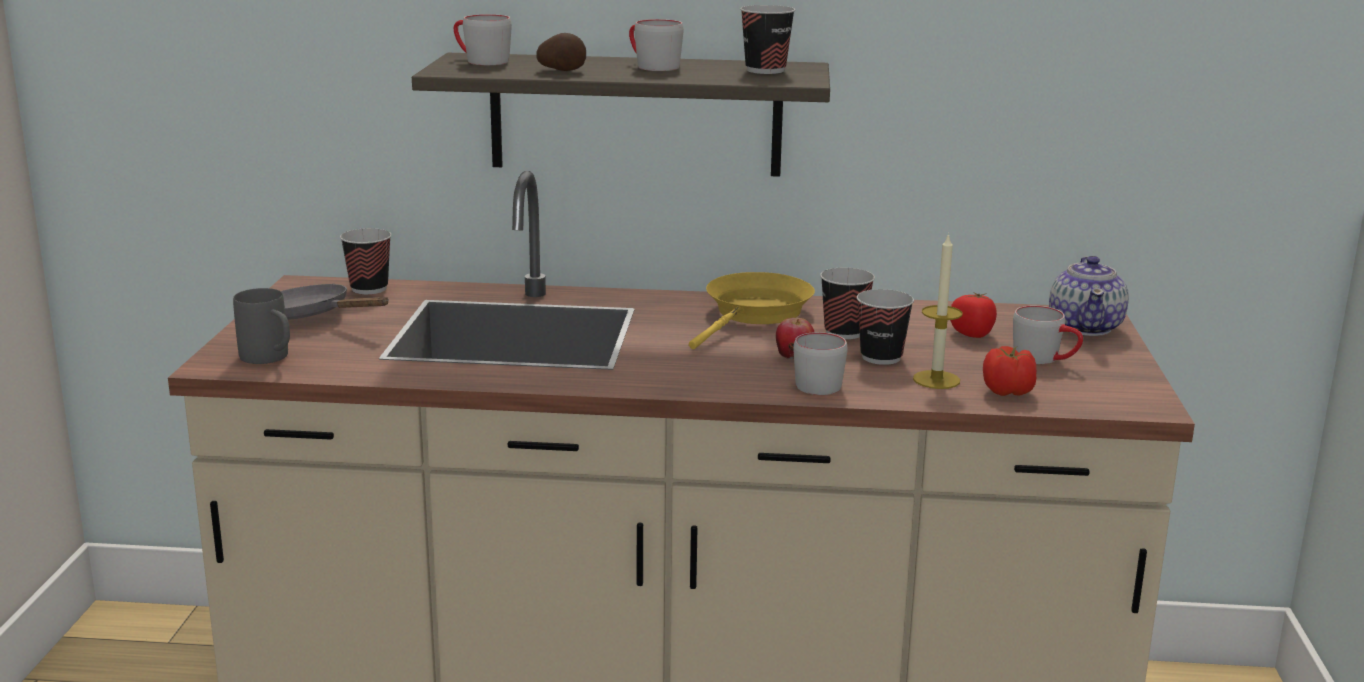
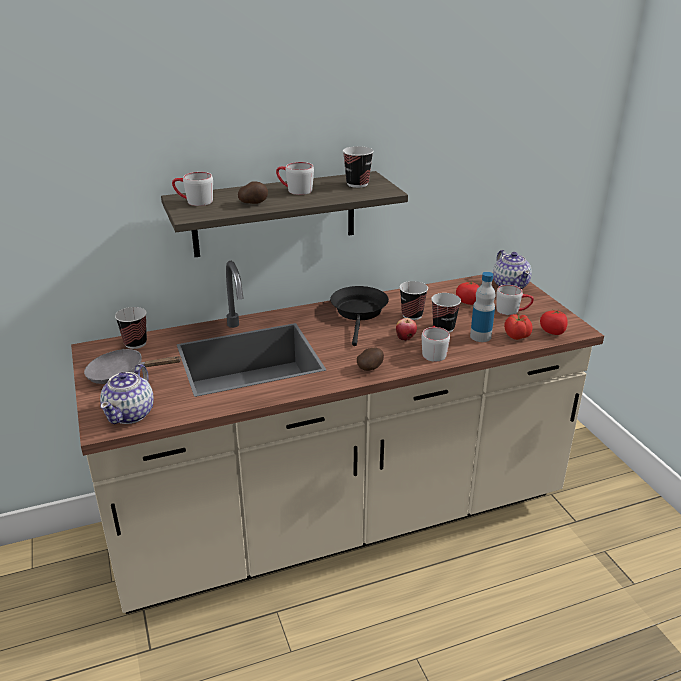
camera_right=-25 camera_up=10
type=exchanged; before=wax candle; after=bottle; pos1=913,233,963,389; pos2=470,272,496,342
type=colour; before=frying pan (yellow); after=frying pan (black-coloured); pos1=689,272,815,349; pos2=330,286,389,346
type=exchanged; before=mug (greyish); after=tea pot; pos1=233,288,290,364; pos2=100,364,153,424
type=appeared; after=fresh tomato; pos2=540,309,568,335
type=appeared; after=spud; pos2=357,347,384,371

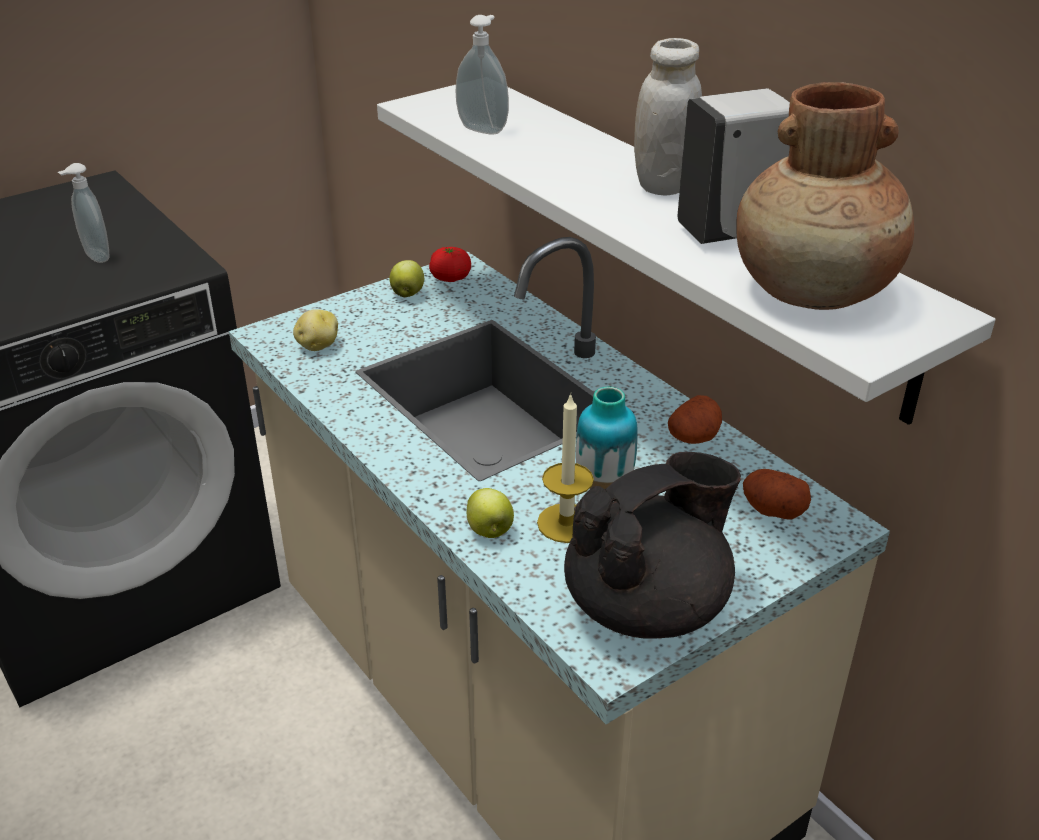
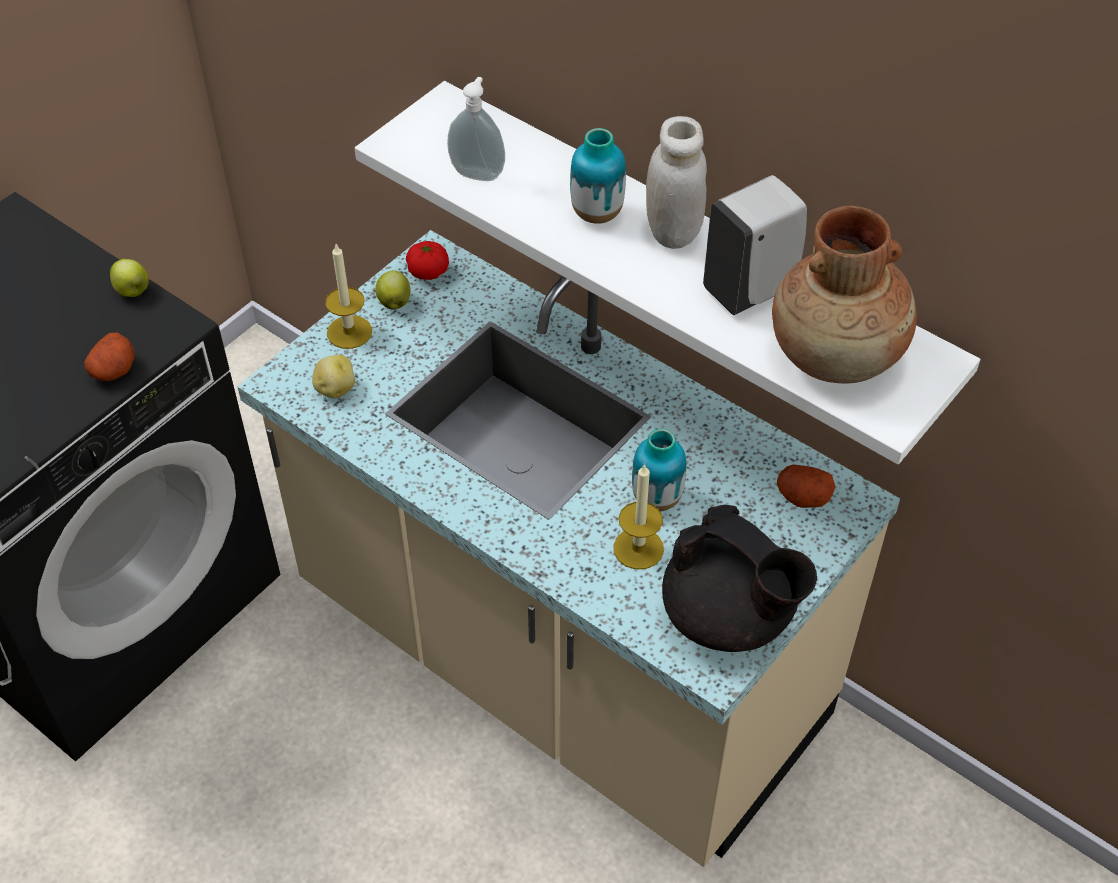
camera_right=-15 camera_up=15
type=missing; before=soap dispenser; pos1=58,163,110,263
type=relocated; before=spud; pos1=668,395,722,444; pos2=84,333,135,381
type=spun; before=tea pot (black-coloured); pos1=564,452,741,639; pos2=662,505,817,652; turn=90
type=relocated; before=apple fruit; pos1=467,488,514,538; pos2=110,259,149,297
type=appeared; after=decorative vase; pos2=570,128,626,224
type=appeared; after=wax candle; pos2=325,244,372,349

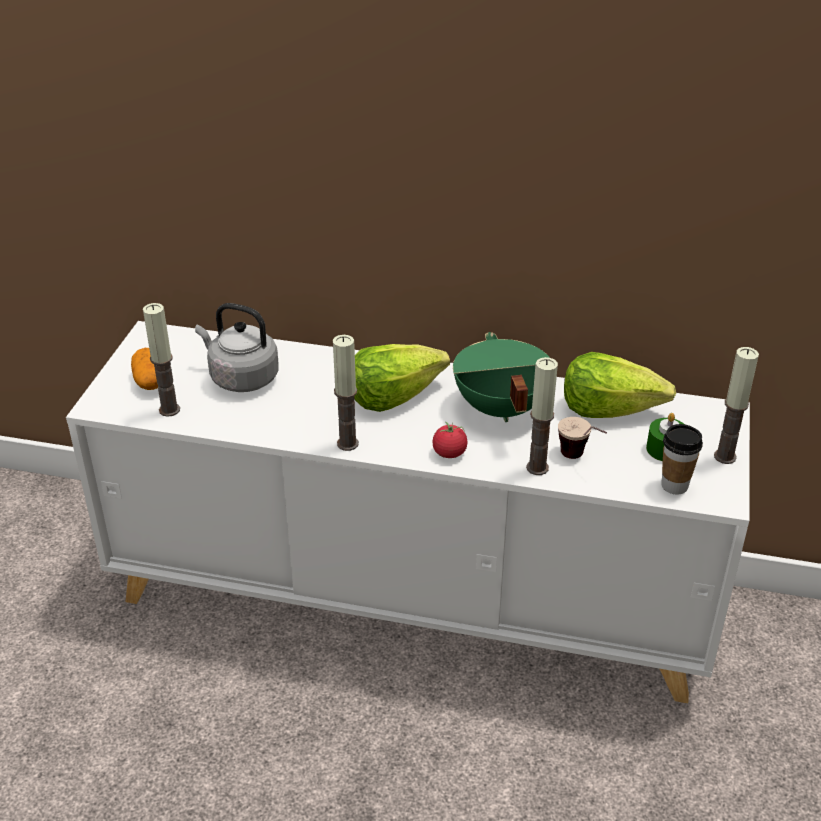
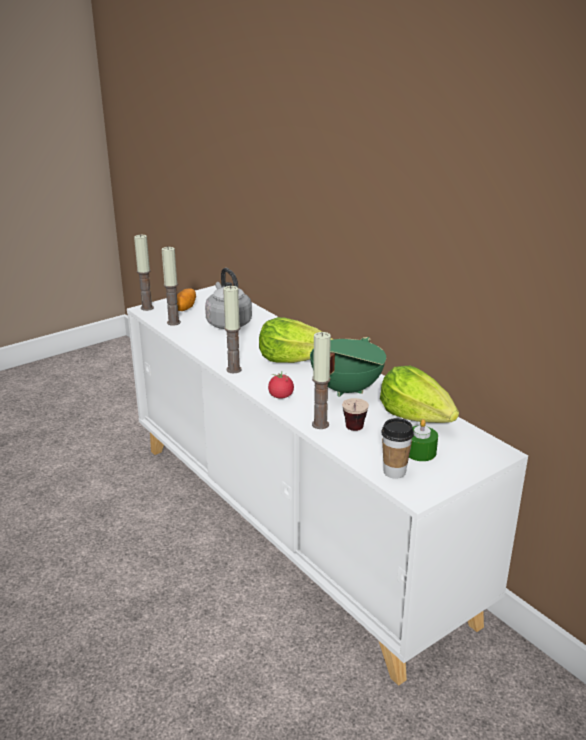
camera_right=40 camera_up=-10
type=relocated; before=wax candle; pos1=714,347,759,464; pos2=134,235,154,311

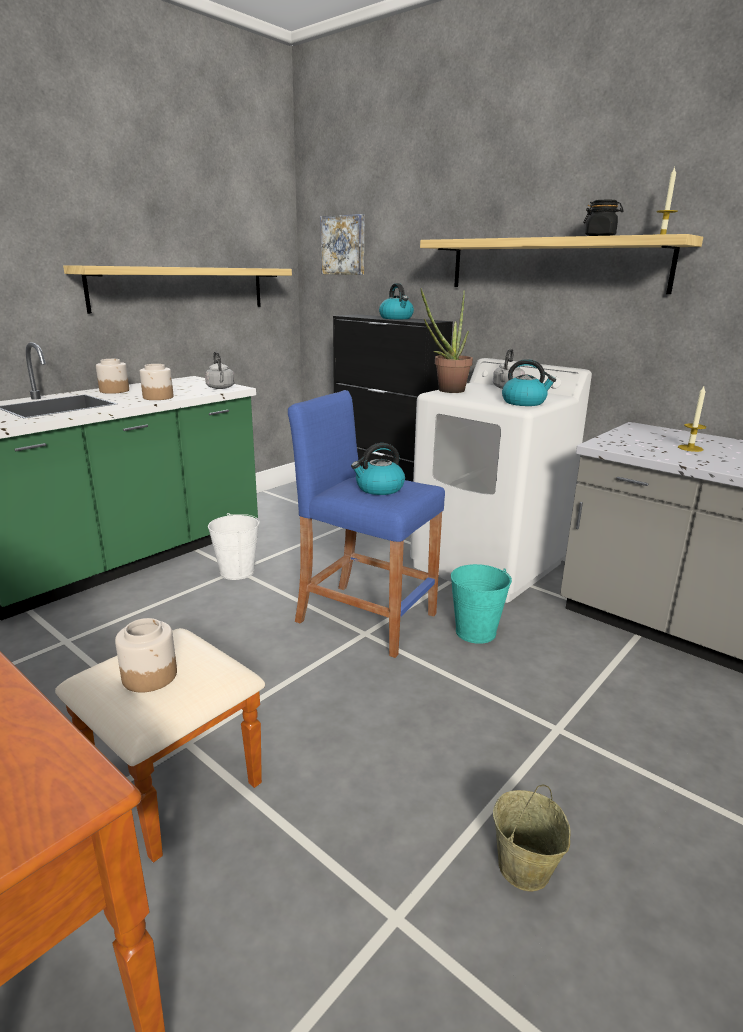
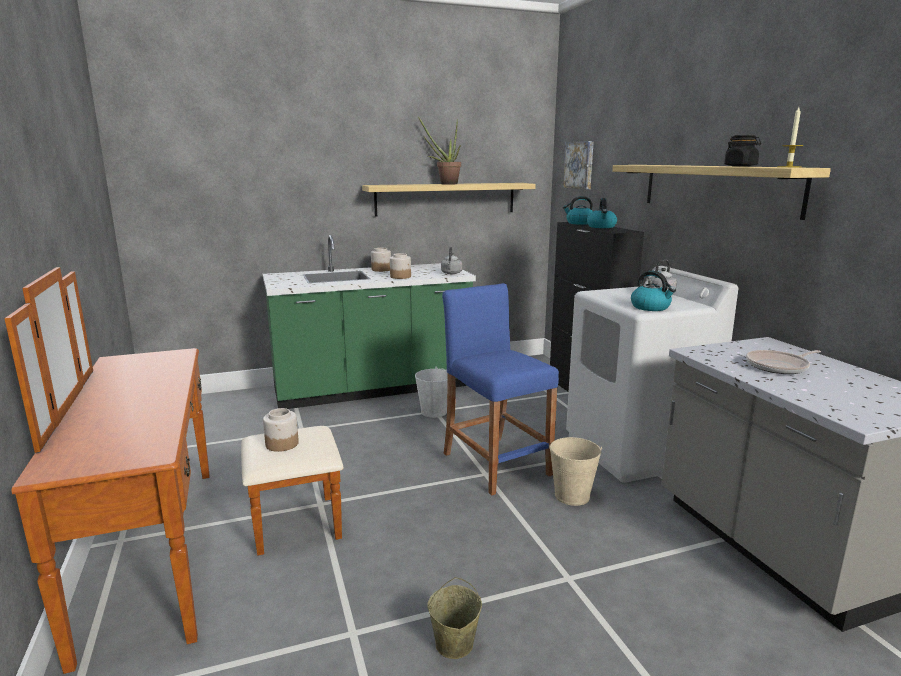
camera_right=30 camera_up=-5
type=relocated; before=potted plant; pos1=421,288,473,393; pos2=418,116,461,185
type=exchanged; before=wax candle; after=frying pan; pos1=678,386,706,452; pos2=746,350,821,374
type=relocated; before=tea kettle; pos1=351,443,405,495; pos2=563,196,593,225
type=colour; before=pail (blue-green); after=pail (beige); pos1=451,564,512,644; pos2=549,437,602,506

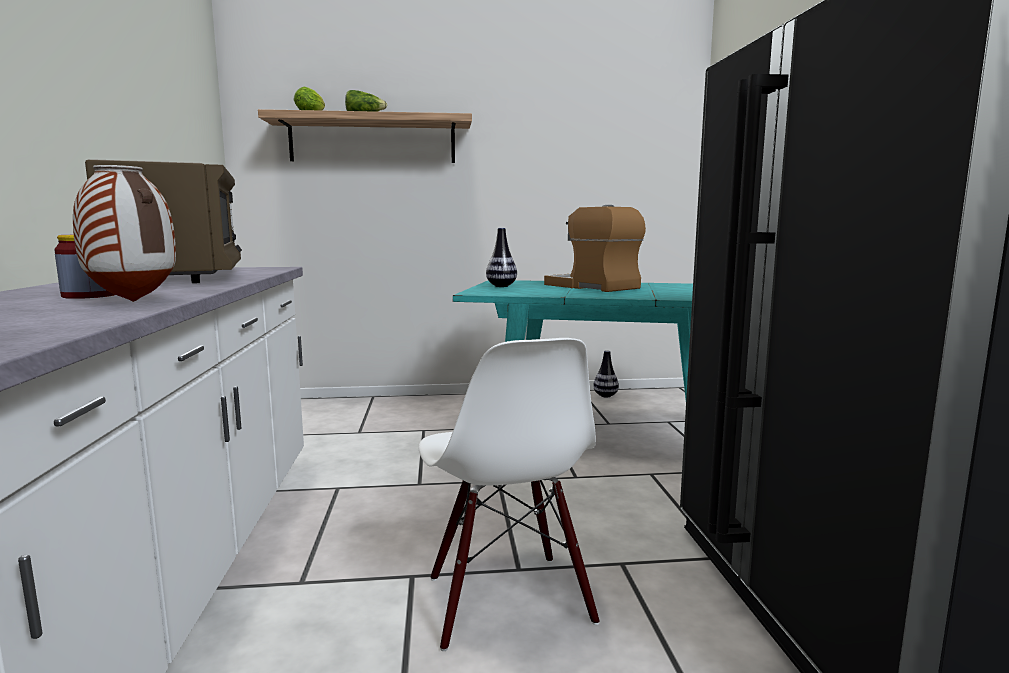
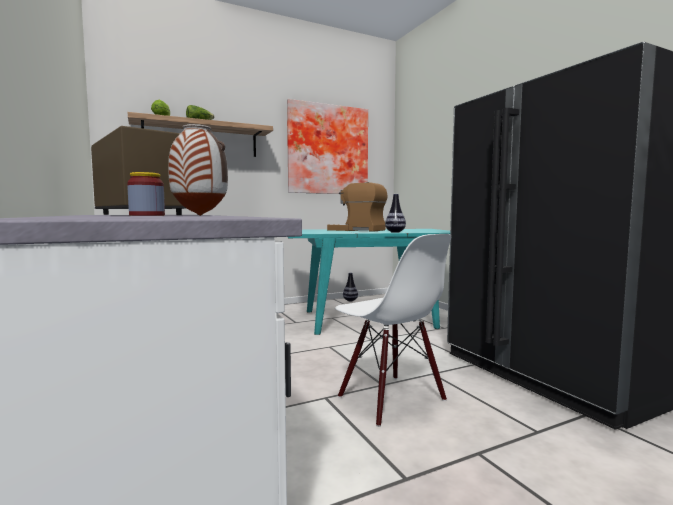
camera_right=-20 camera_up=-5
type=relocated; before=decorative vase; pos1=486,228,517,287; pos2=385,194,406,233
type=appeared; after=wall art; pos2=287,99,368,194

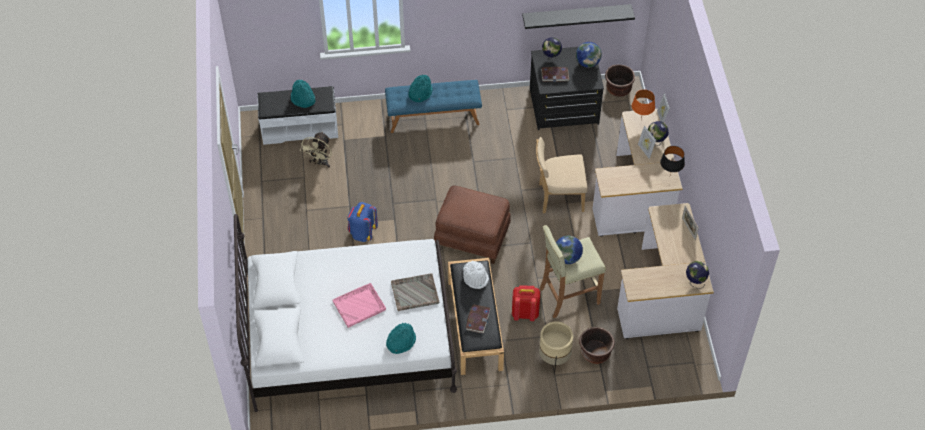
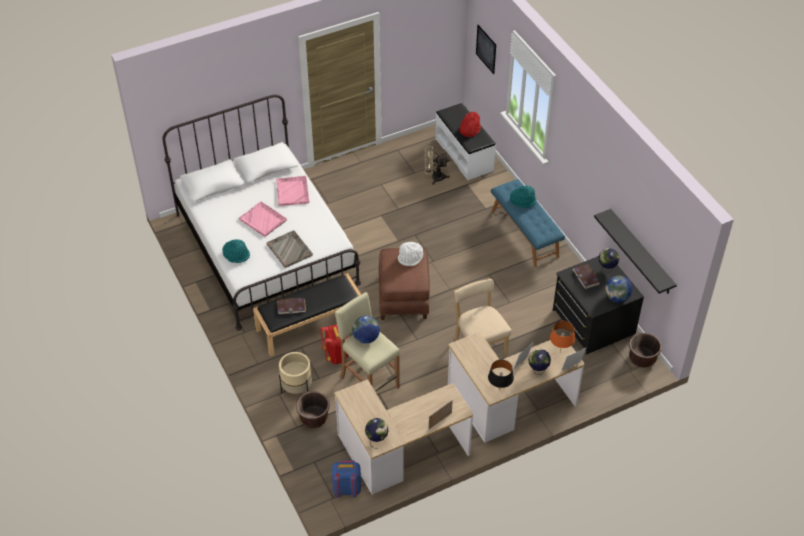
camera_right=70 camera_up=-5
type=colour; before=clothing hat (blue-green); after=clothing hat (reddish); pos1=291,80,315,108; pos2=460,112,481,137
type=relocated; before=knapsack (blue-coloured); pos1=347,202,378,242; pos2=332,460,361,497
type=relocated; before=clothing hat (whitish); pos1=463,261,489,289; pos2=398,242,423,266
type=appeared; after=wall art; pos2=476,25,496,74
type=appeared; after=carrying tray (pink-coloured); pos2=276,176,309,206

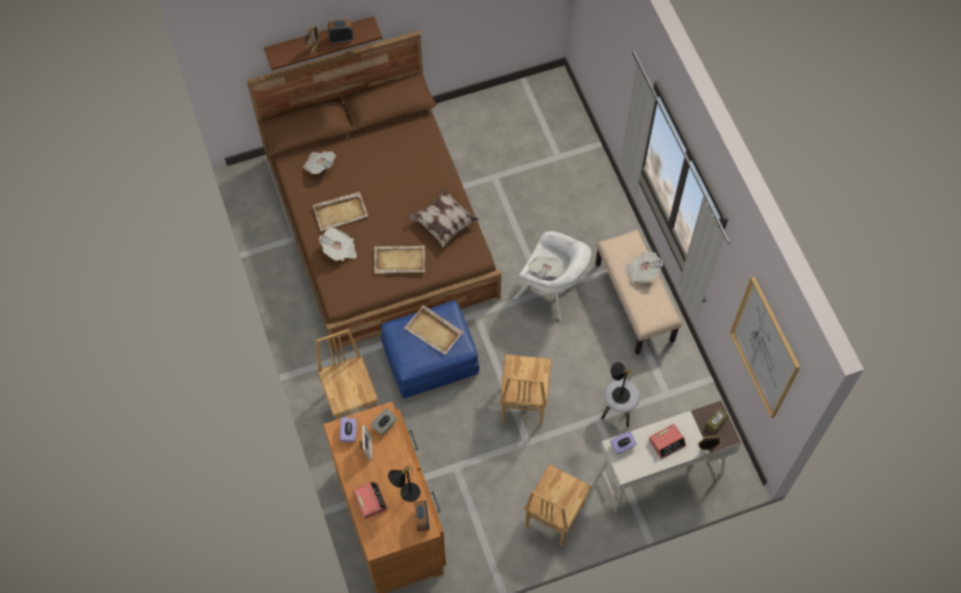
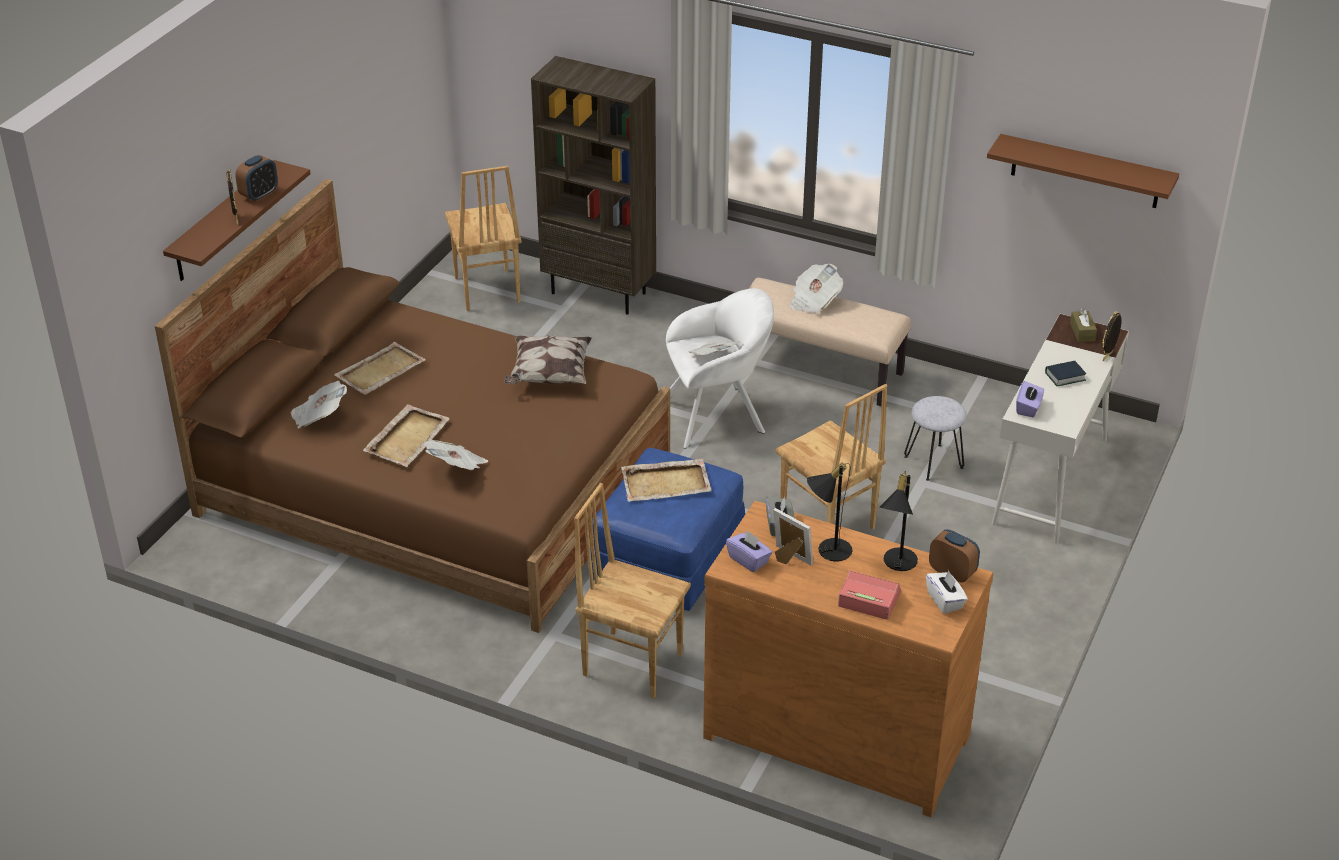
camera_right=-45 camera_up=-25
type=relocated; before=carrying tray (beige); pos1=374,245,425,274; pos2=334,342,426,395
type=exchanged; before=wall art; after=wall shelf (brown); pos1=730,276,800,418; pos2=987,134,1179,208
type=relocated; before=tabletop lamp (black-coloured); pos1=611,362,633,404; pos2=807,463,852,561
type=exchanged; before=table clock; after=book; pos1=649,424,686,459; pos2=1045,361,1086,386
type=relocated; before=plain chair (brown); pos1=524,464,592,546; pos2=445,166,522,311
type=appeared; after=shelving unit (brown); pos2=531,56,656,314
type=appeared; after=tissue holder (whitish); pos2=926,570,968,614

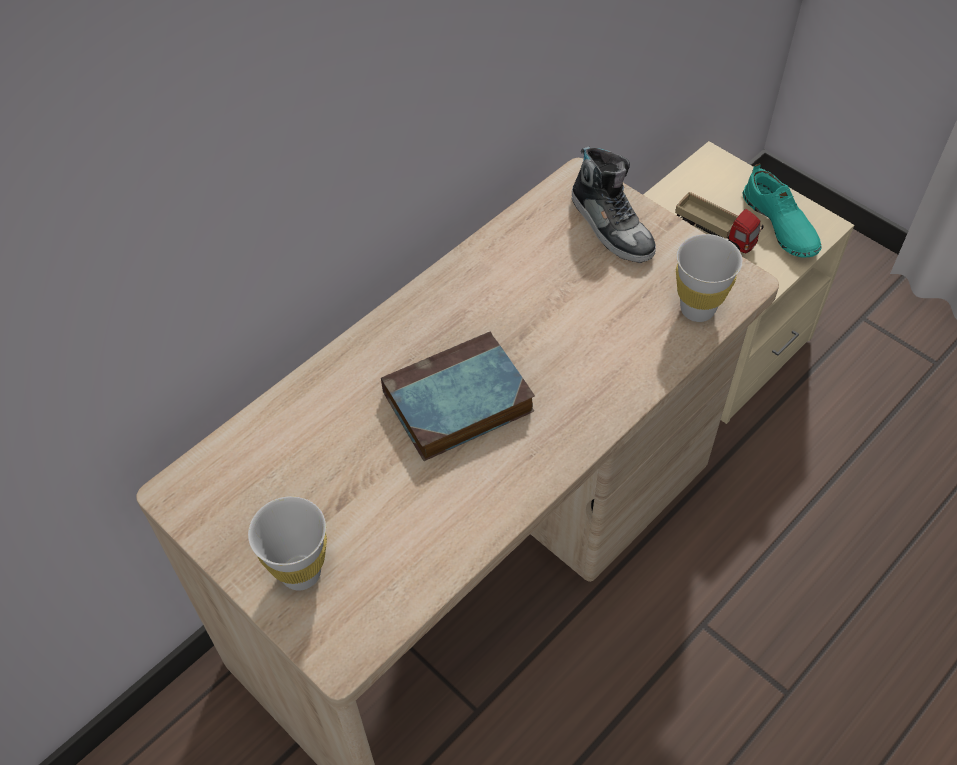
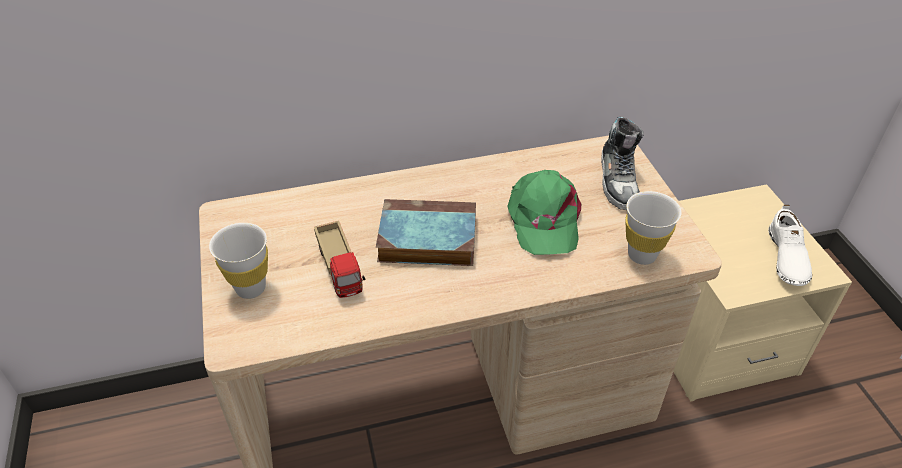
camera_right=30 camera_up=-10
type=colour; before=item of footwear (blue-green); after=item of footwear (whitish); pos1=742,163,821,258; pos2=769,205,812,286
type=relocated; before=model truck; pos1=675,192,764,253; pos2=314,221,365,298
type=appeared; after=cap (green); pos2=508,170,581,255

